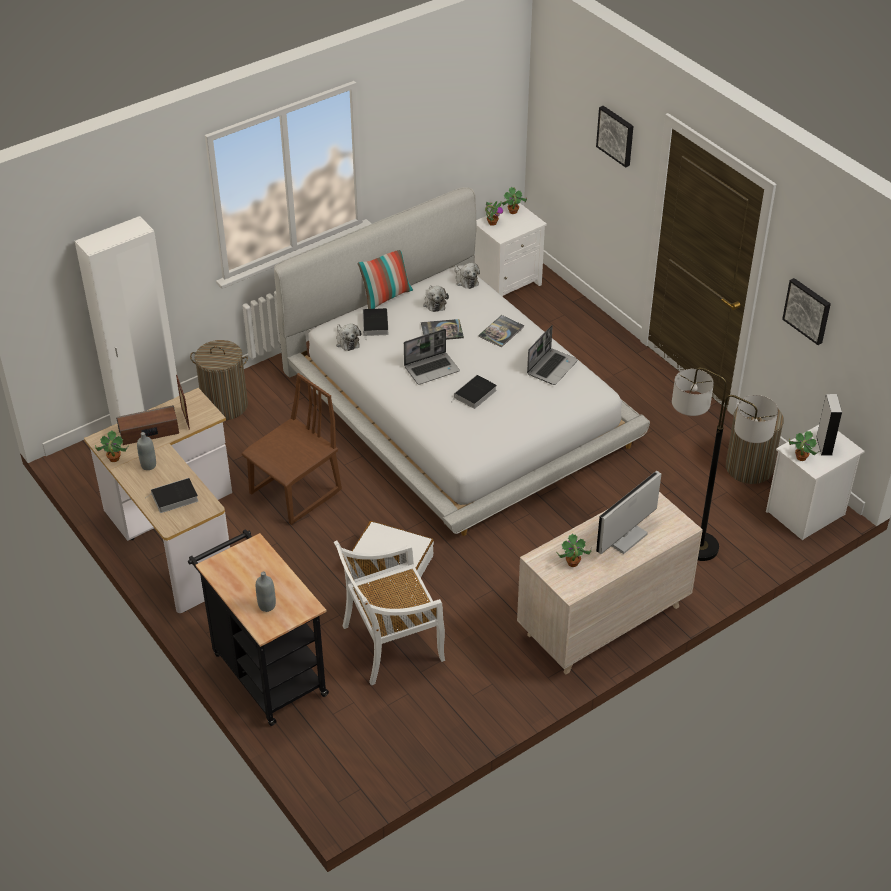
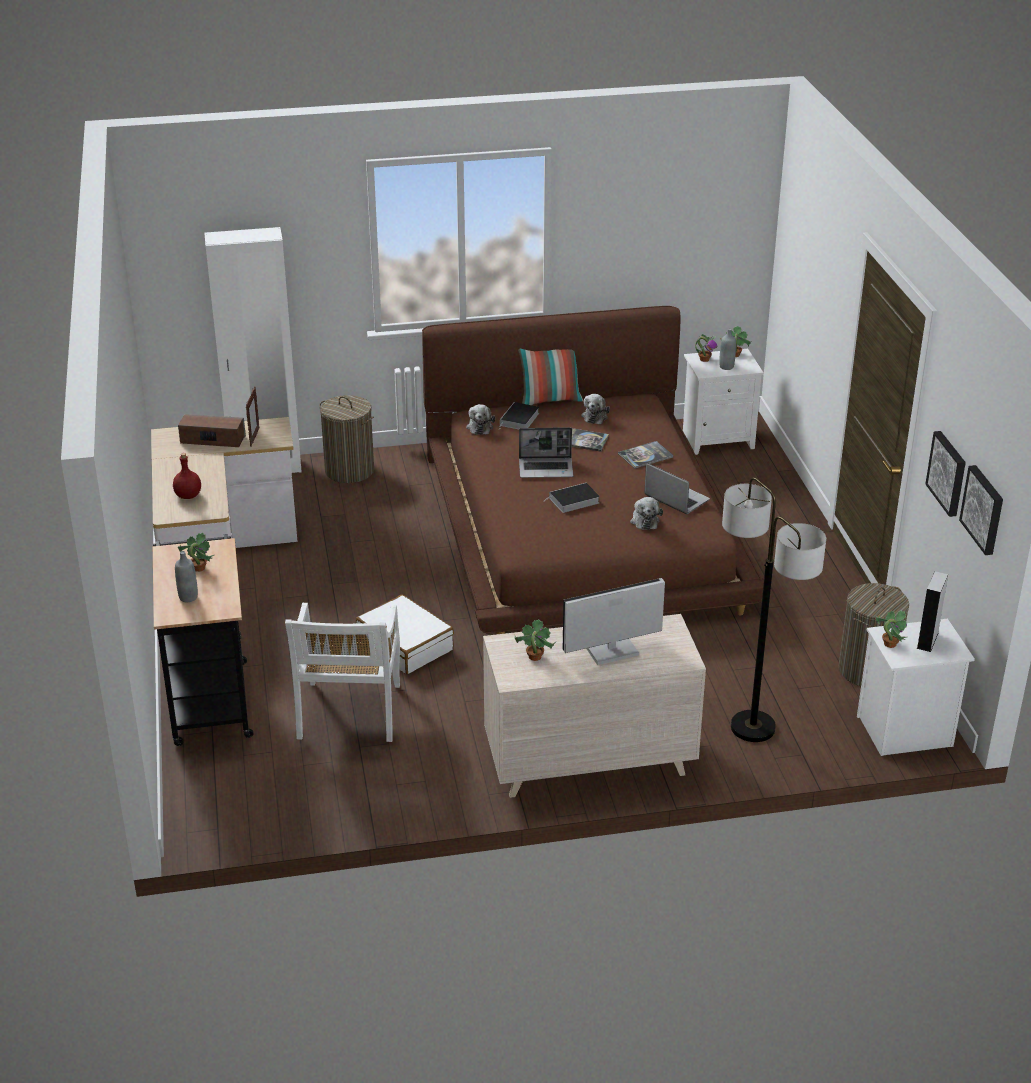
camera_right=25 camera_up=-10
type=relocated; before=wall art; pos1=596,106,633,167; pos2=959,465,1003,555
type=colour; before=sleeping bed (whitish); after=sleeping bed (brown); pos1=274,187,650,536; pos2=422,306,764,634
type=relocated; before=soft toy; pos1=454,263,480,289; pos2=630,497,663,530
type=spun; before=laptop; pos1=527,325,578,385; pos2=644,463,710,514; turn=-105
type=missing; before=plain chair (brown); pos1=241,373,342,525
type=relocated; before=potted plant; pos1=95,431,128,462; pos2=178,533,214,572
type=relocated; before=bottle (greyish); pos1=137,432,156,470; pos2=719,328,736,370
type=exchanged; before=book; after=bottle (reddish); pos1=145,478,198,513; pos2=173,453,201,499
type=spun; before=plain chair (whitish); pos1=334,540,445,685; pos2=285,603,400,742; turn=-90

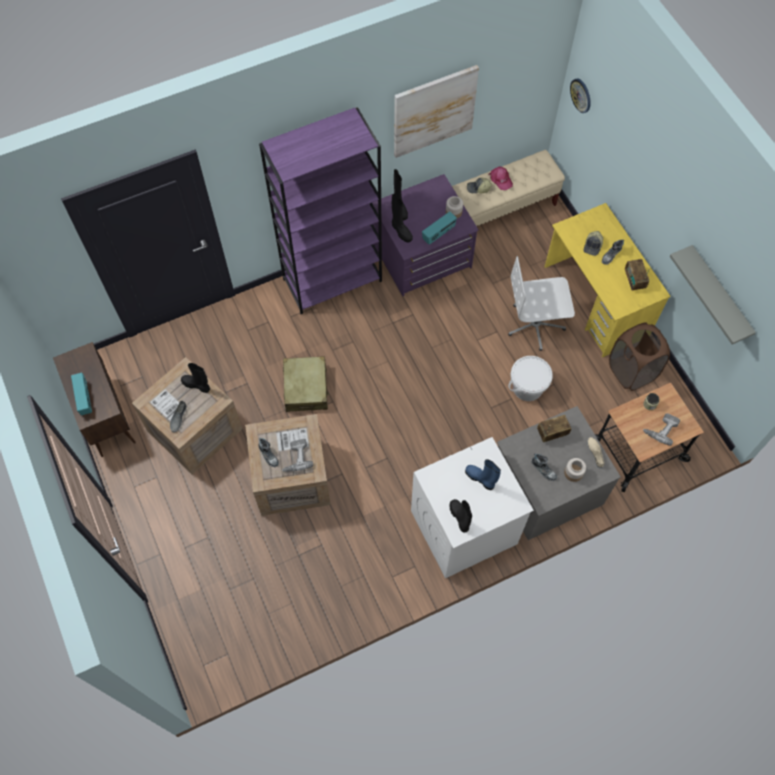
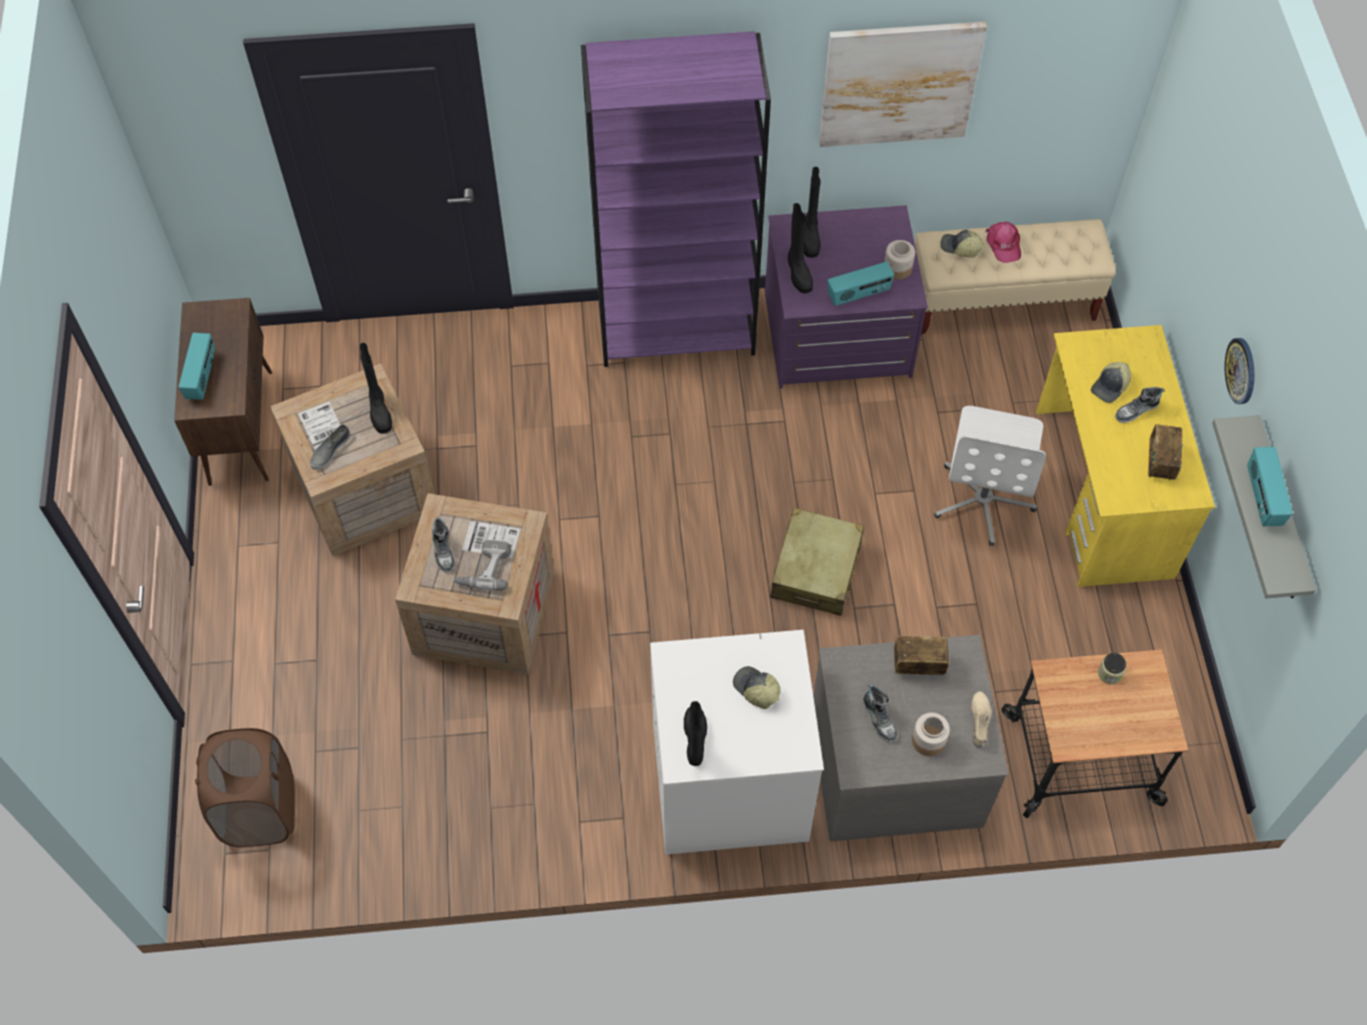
camera_right=20 camera_up=-5
type=relocated; before=clock on the wall; pos1=570,79,591,113; pos2=1224,338,1255,404
type=spun; before=office chair (whitish); pos1=508,256,575,351; pos2=934,406,1046,546; turn=-90
type=relocated; before=hamper (brown); pos1=609,322,670,391; pos2=195,728,295,847
type=relocated; before=suitcase (beige); pos1=283,356,329,412; pos2=770,508,864,616
type=missing; before=pail (whitish); pos1=508,356,553,401
type=spun; before=high-top boot (black-coloured); pos1=181,363,210,393; pos2=360,343,392,434; turn=-150
type=missing; before=power drill; pos1=643,414,680,446
type=exchanged; before=high-top boot (blue-coloured); after=cap; pos1=465,459,501,490; pos2=733,666,781,709
type=appeared; after=radio; pos2=1247,447,1293,526

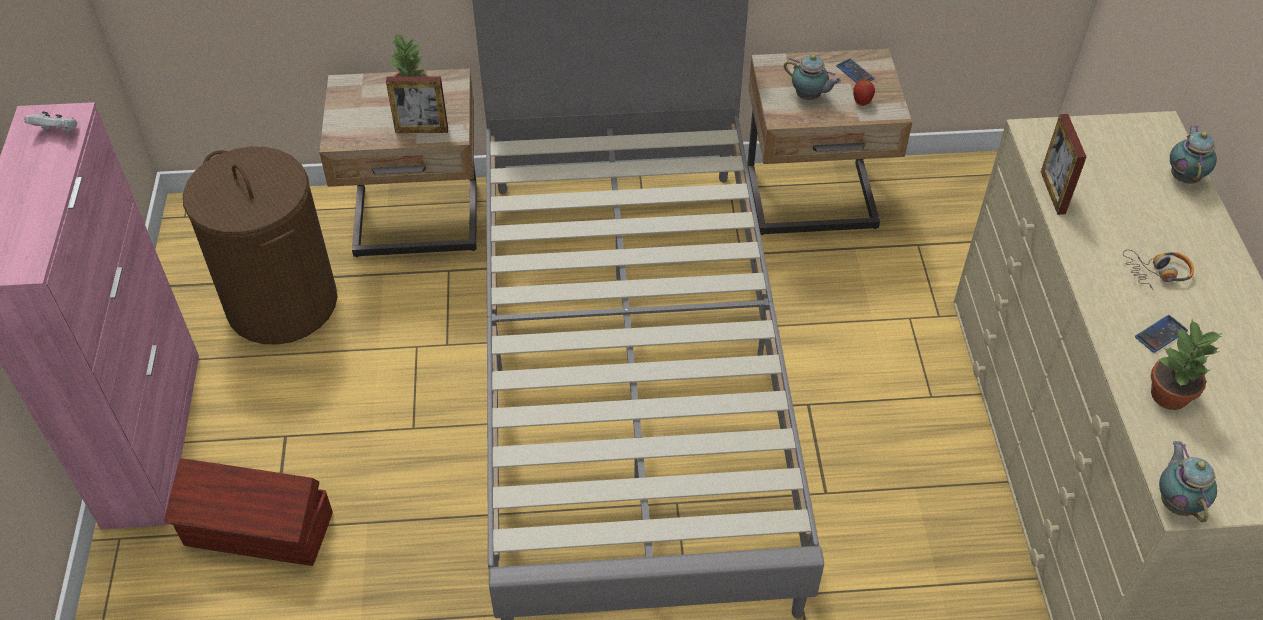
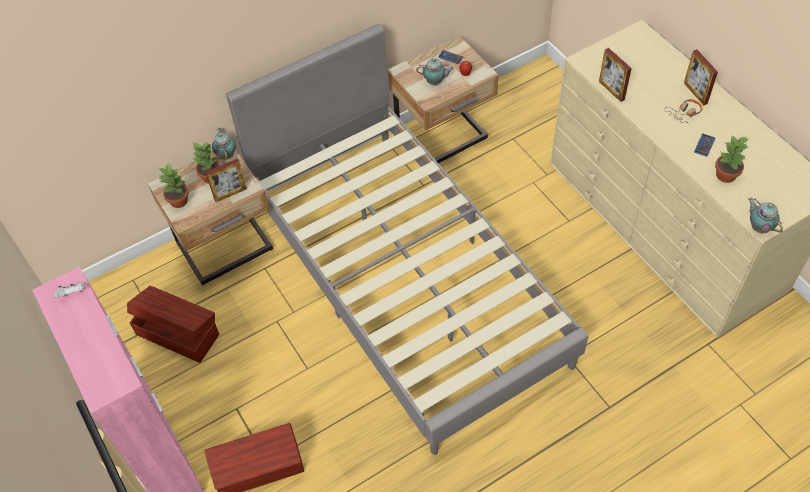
camera_right=-25 camera_up=5
type=relocated; before=tea pot; pos1=1170,125,1217,184; pos2=212,128,236,160
type=exchanged; before=hamper (brown); after=storage container (brown); pos1=183,147,337,344; pos2=127,286,219,363
type=appeared; after=picture frame; pos2=684,50,718,105
type=appeared; after=potted plant; pos2=159,163,189,208

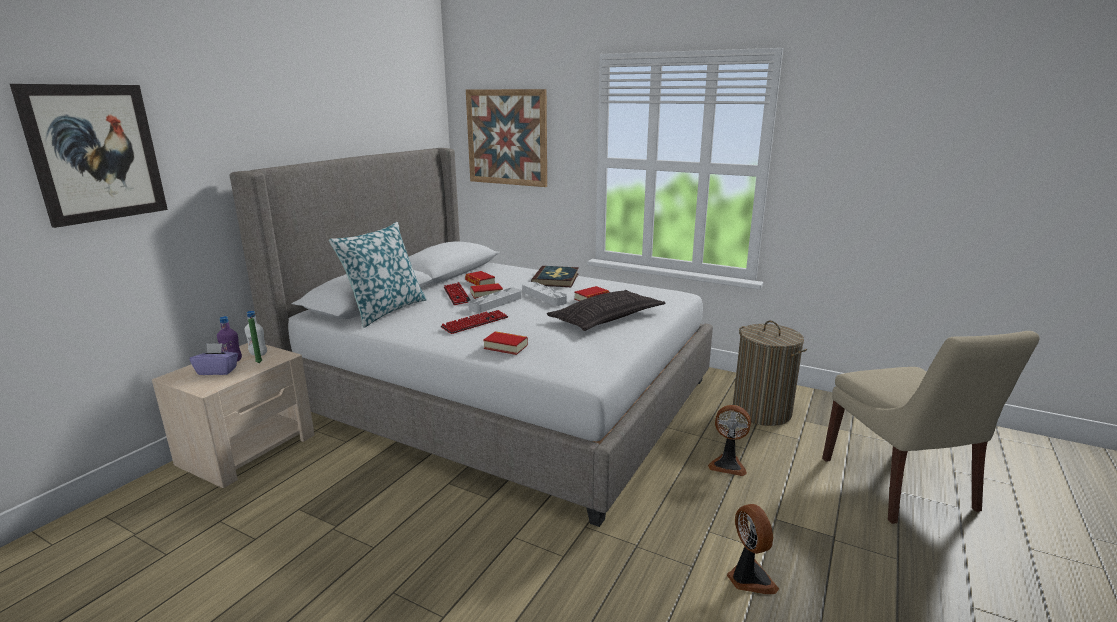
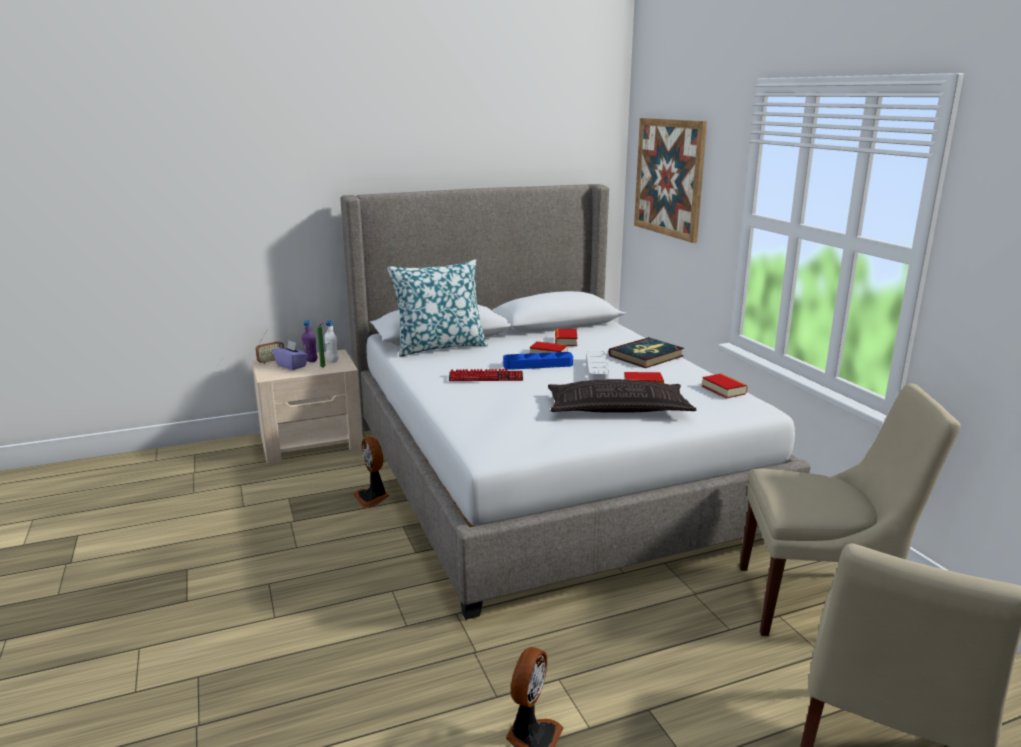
camera_right=40 camera_up=0
type=missing; before=wall art; pos1=10,84,168,228
type=missing; before=keyboard; pos1=444,282,471,305
type=colour; before=carrying tray (greyish); after=carrying tray (blue-coloured); pos1=468,288,522,313; pos2=503,352,573,370
type=exchanged; before=hamper; after=plain chair (beige); pos1=733,321,807,426; pos2=739,384,961,636
type=relocated; before=book; pos1=483,331,528,355; pos2=702,374,748,399
type=relocated; before=electric fan; pos1=708,405,751,476; pos2=353,437,390,508
type=appeared; after=radio; pos2=256,330,284,364

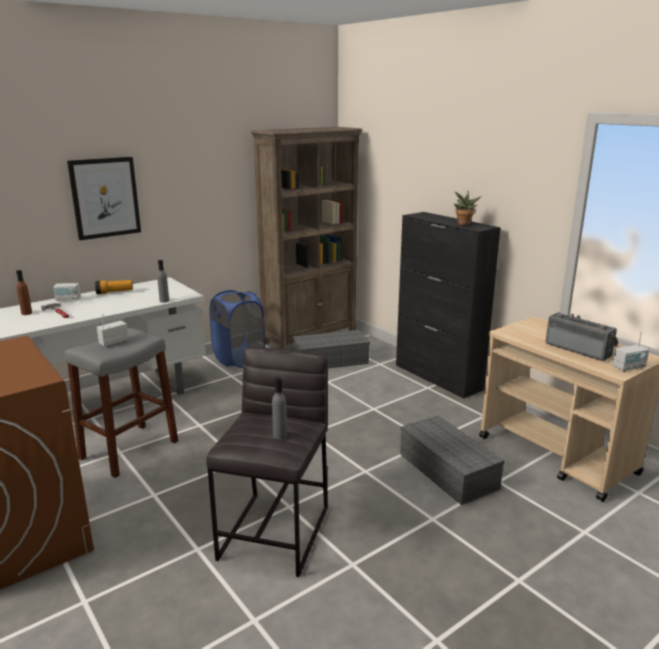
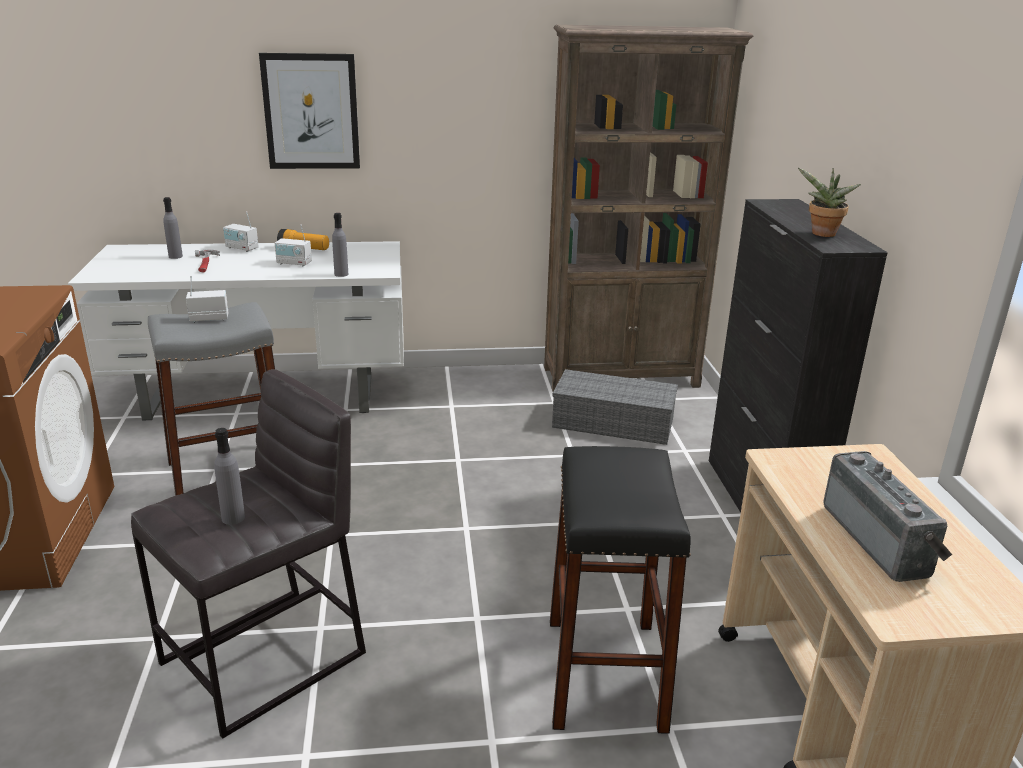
camera_right=30 camera_up=5
type=colour; before=bottle (brown); after=bottle (greyish); pos1=16,270,32,315; pos2=163,197,183,259
type=missing; before=hamper (blue-coloured); pos1=209,290,265,368
type=relocated; before=radio; pos1=613,332,649,372; pos2=275,225,312,267
type=exchanged; before=storage container (greyish); after=stool (black-coloured); pos1=400,415,505,505; pos2=550,446,691,734

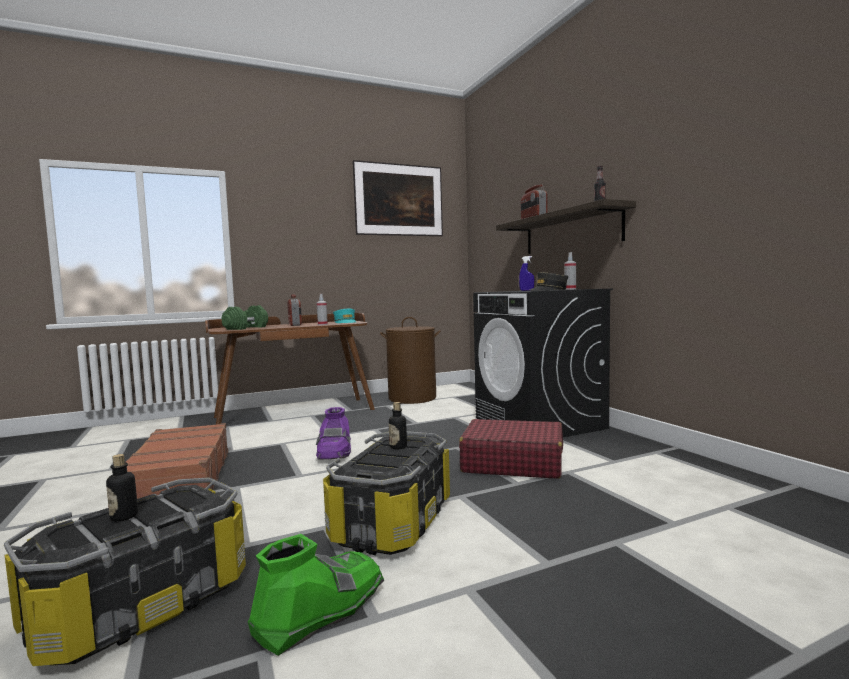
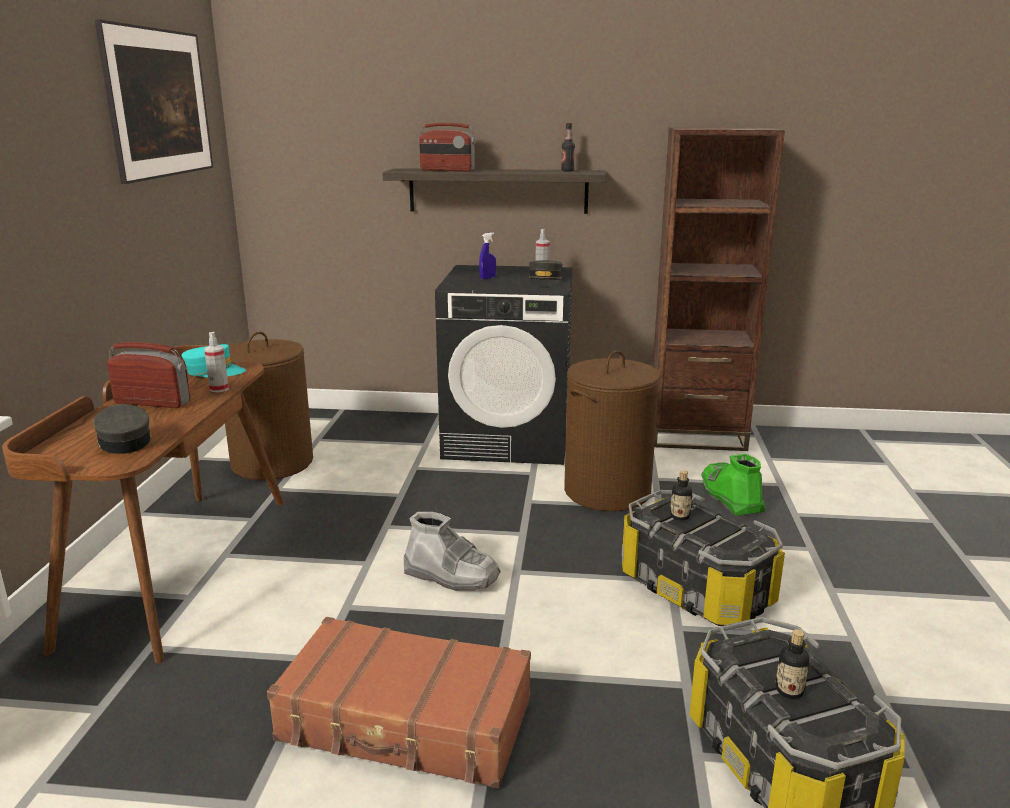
camera_right=-60 camera_up=15
type=exchanged; before=hand weight (green); after=cap (greyish); pos1=221,305,268,330; pos2=93,404,152,454
type=colour; before=high-top boot (purplish); after=high-top boot (greyish); pos1=316,407,351,460; pos2=404,512,501,591
type=exchanged; before=suitcase (reddish); after=hamper (brown); pos1=459,419,563,479; pos2=564,351,660,511
type=relocated; before=high-top boot (green); pos1=248,534,384,656; pos2=701,454,766,516
type=appeared; after=shelving unit (brown); pos2=653,127,785,451

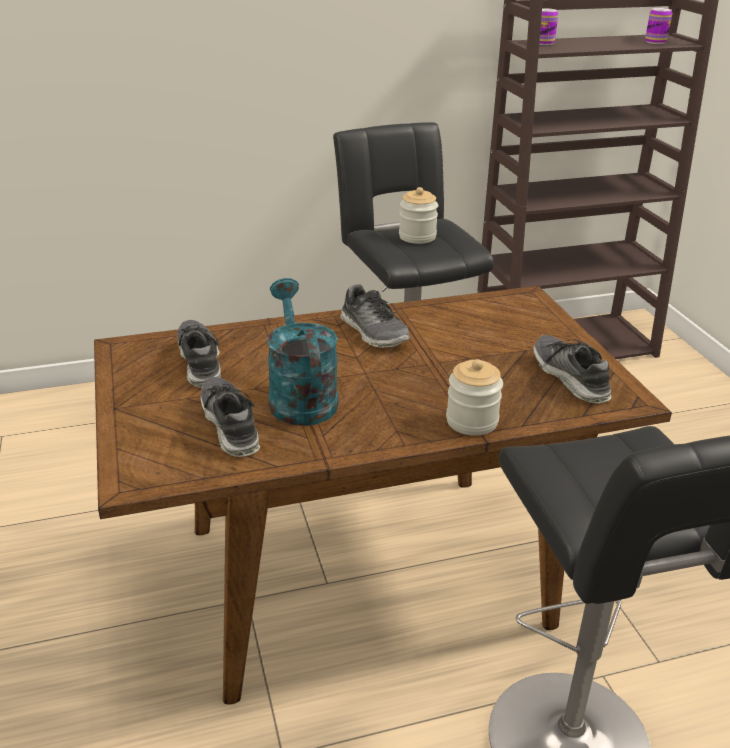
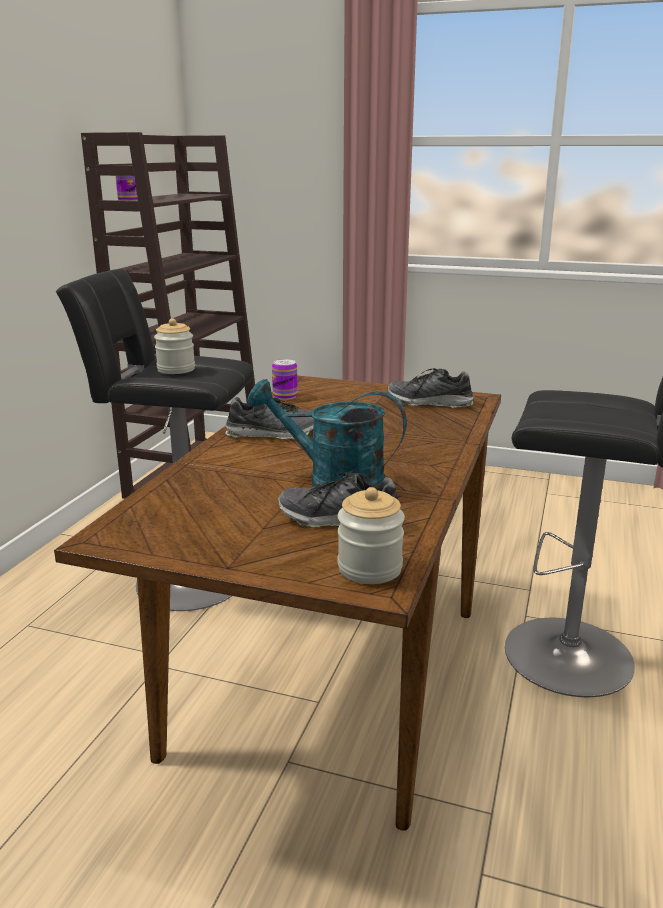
camera_right=-55 camera_up=-10
type=relocated; before=sealed can; pos1=645,8,672,44; pos2=272,359,298,400
type=missing; before=item of footwear; pos1=177,320,221,387
type=relocated; before=storage jar; pos1=446,359,503,436; pos2=337,487,405,584

